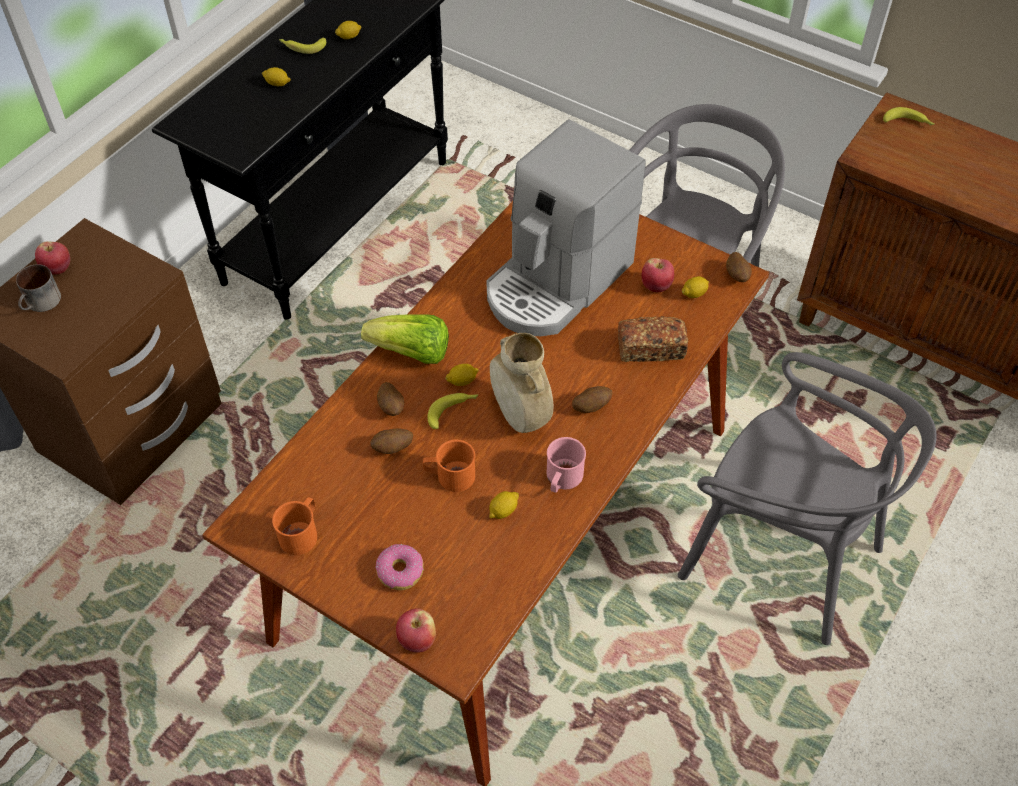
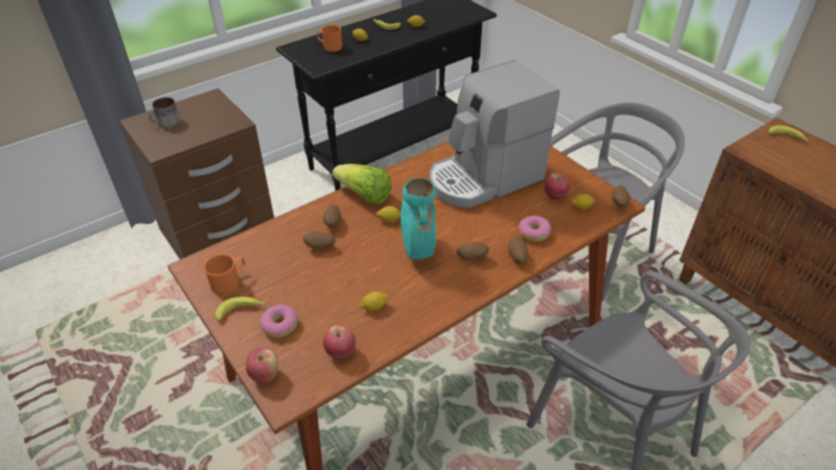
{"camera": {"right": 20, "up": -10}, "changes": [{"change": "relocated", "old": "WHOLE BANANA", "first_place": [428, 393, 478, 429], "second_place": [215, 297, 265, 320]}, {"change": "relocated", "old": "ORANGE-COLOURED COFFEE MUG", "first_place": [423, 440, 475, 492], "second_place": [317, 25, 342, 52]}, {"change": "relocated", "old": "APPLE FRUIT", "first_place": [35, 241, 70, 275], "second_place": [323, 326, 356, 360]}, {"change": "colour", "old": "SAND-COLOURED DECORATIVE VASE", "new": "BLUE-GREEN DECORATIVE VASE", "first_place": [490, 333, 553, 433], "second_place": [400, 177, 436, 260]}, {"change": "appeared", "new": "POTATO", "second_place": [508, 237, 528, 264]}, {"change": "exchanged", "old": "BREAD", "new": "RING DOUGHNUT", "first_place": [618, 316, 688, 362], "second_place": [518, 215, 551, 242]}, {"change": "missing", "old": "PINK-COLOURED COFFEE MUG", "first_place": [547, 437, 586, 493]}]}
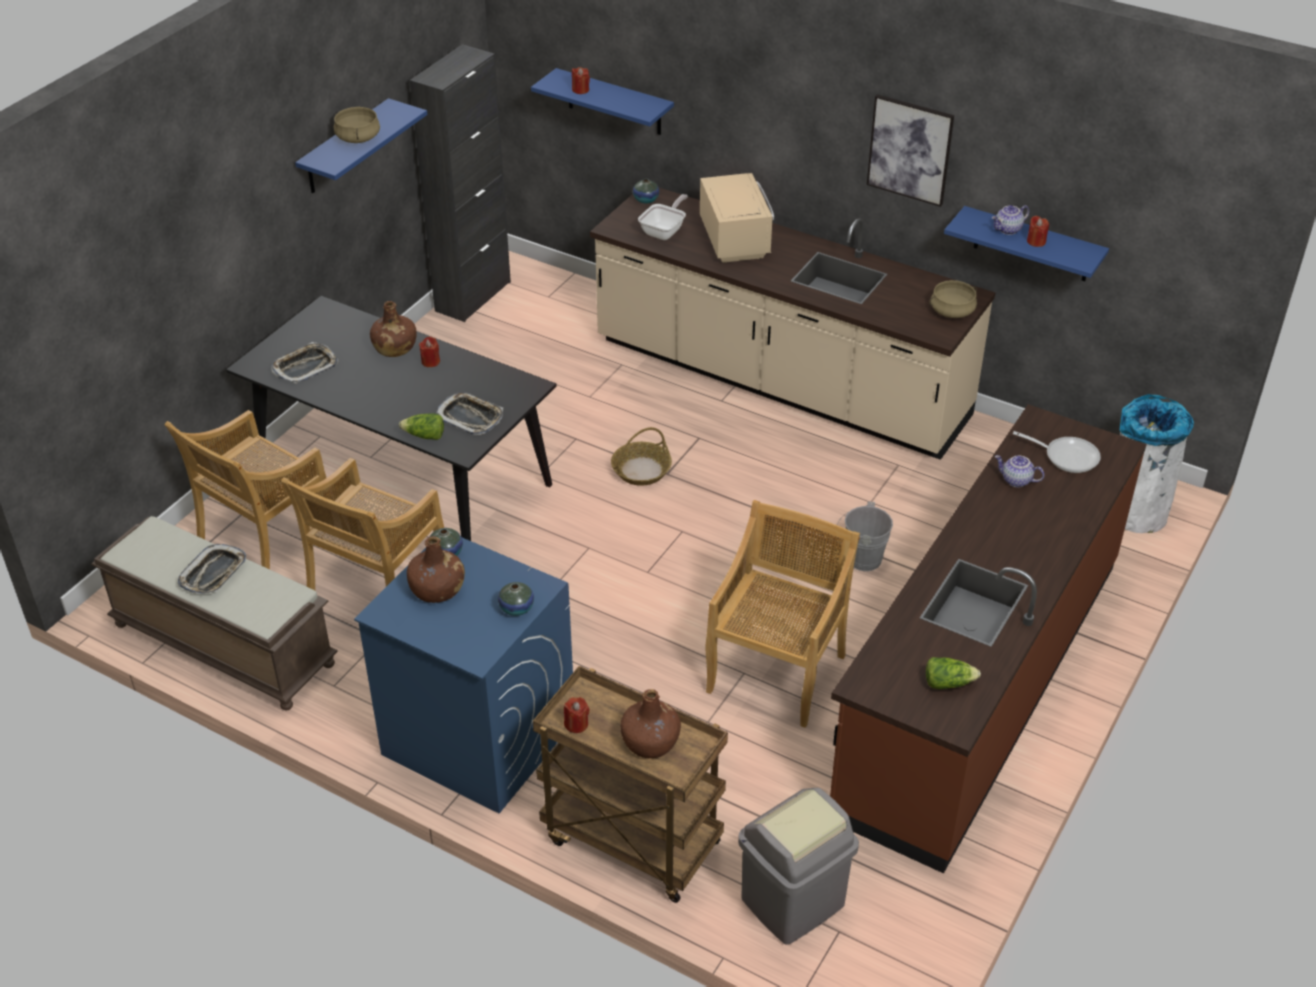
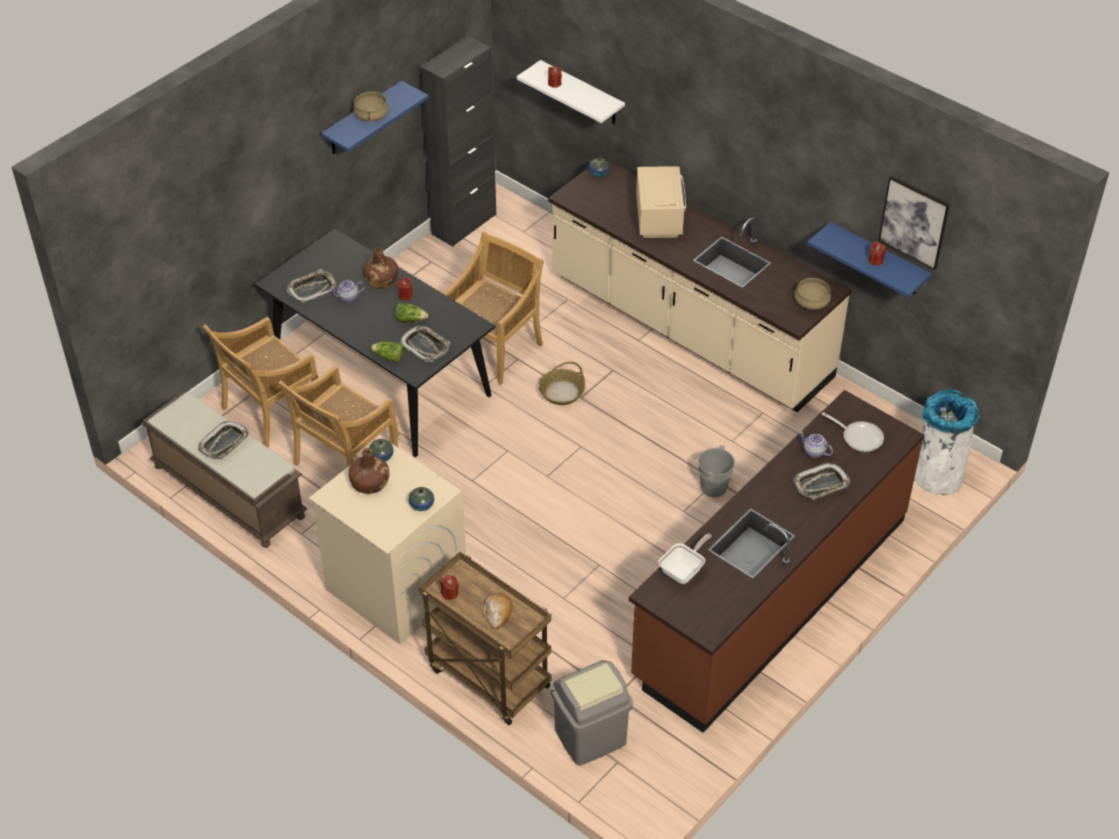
{"camera": {"right": 10, "up": 5}, "changes": [{"change": "colour", "old": "BLUE LAUNDRY MACHINE", "new": "SAND-COLOURED LAUNDRY MACHINE", "first_place": [354, 538, 573, 814], "second_place": [309, 439, 466, 644]}, {"change": "relocated", "old": "TEAPOT", "first_place": [992, 205, 1029, 235], "second_place": [330, 281, 365, 302]}, {"change": "relocated", "old": "LETTUCE HEAD", "first_place": [926, 657, 981, 689], "second_place": [395, 302, 428, 322]}, {"change": "relocated", "old": "SAND-COLOURED UPRIGHT CHAIR", "first_place": [706, 500, 860, 728], "second_place": [443, 231, 544, 385]}, {"change": "exchanged", "old": "BROWN DRINK BOTTLE", "new": "BREAD", "first_place": [620, 689, 681, 758], "second_place": [484, 593, 512, 629]}, {"change": "colour", "old": "BLUE SHELF", "new": "WHITISH SHELF", "first_place": [531, 68, 674, 135], "second_place": [517, 60, 625, 124]}, {"change": "relocated", "old": "SKILLET", "first_place": [638, 194, 688, 240], "second_place": [658, 533, 712, 584]}, {"change": "appeared", "new": "TRAY", "second_place": [793, 463, 850, 500]}, {"change": "relocated", "old": "WALL ART", "first_place": [867, 94, 954, 207], "second_place": [878, 176, 949, 270]}]}
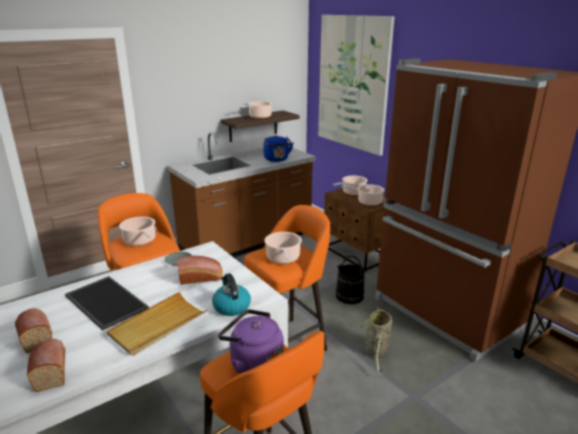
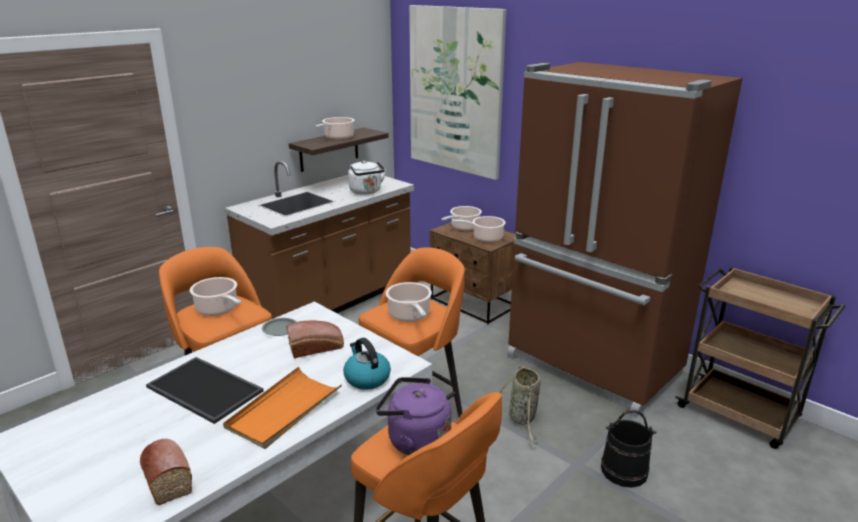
{"camera": {"right": -10, "up": 0}, "changes": [{"change": "colour", "old": "SAND-COLOURED TRAY", "new": "ORANGE-COLOURED TRAY", "first_place": [107, 292, 208, 356], "second_place": [223, 366, 342, 449]}, {"change": "colour", "old": "BLUE WATER KETTLE", "new": "WHITISH WATER KETTLE", "first_place": [263, 135, 293, 162], "second_place": [348, 161, 386, 195]}, {"change": "relocated", "old": "BLACK WATER BUCKET", "first_place": [336, 255, 366, 304], "second_place": [601, 410, 656, 488]}, {"change": "missing", "old": "BREAD", "first_place": [15, 308, 52, 353]}]}
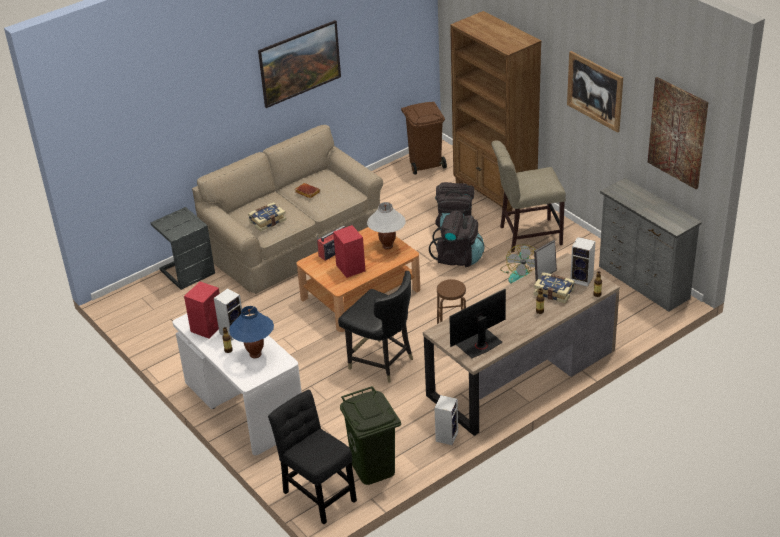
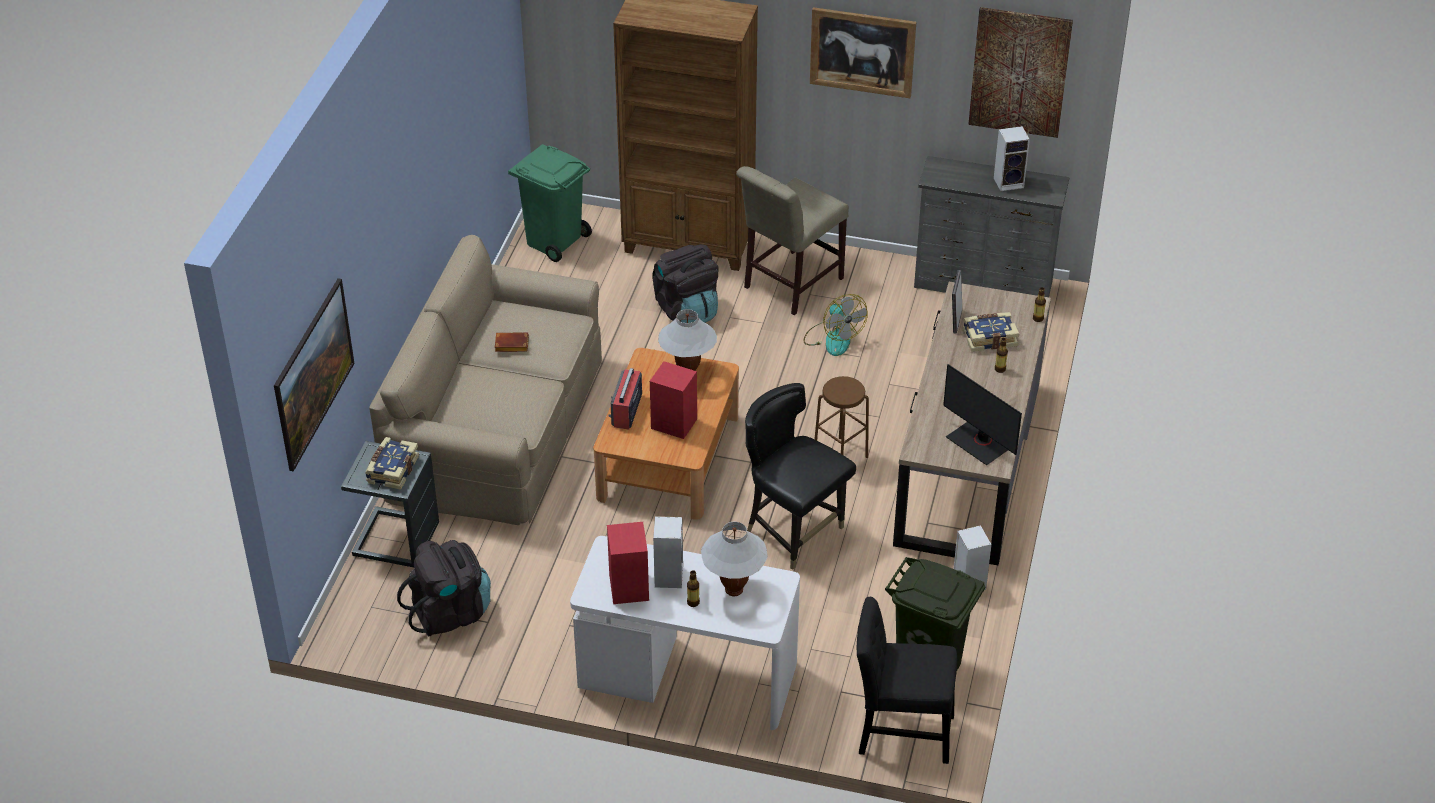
{"camera": {"right": -40, "up": 5}, "changes": [{"change": "relocated", "old": "WALL ART", "first_place": [258, 20, 341, 108], "second_place": [274, 278, 355, 472]}, {"change": "relocated", "old": "VOLUME", "first_place": [248, 202, 286, 231], "second_place": [365, 437, 419, 490]}, {"change": "relocated", "old": "BLACK BACKPACK", "first_place": [429, 210, 484, 267], "second_place": [397, 540, 491, 636]}, {"change": "colour", "old": "BROWN WASTE BIN", "new": "GREEN WASTE BIN", "first_place": [401, 102, 447, 175], "second_place": [508, 144, 592, 262]}, {"change": "colour", "old": "BLUE TABLE LAMP", "new": "WHITISH TABLE LAMP", "first_place": [229, 306, 274, 358], "second_place": [701, 522, 768, 596]}, {"change": "spun", "old": "BLACK UPRIGHT CHAIR", "first_place": [338, 271, 413, 383], "second_place": [745, 383, 856, 570], "degrees": -135}, {"change": "spun", "old": "COMPUTER DISPLAY", "first_place": [449, 289, 506, 358], "second_place": [943, 364, 1022, 465], "degrees": -60}, {"change": "relocated", "old": "LOUDSPEAKER", "first_place": [570, 237, 596, 287], "second_place": [994, 126, 1030, 191]}]}
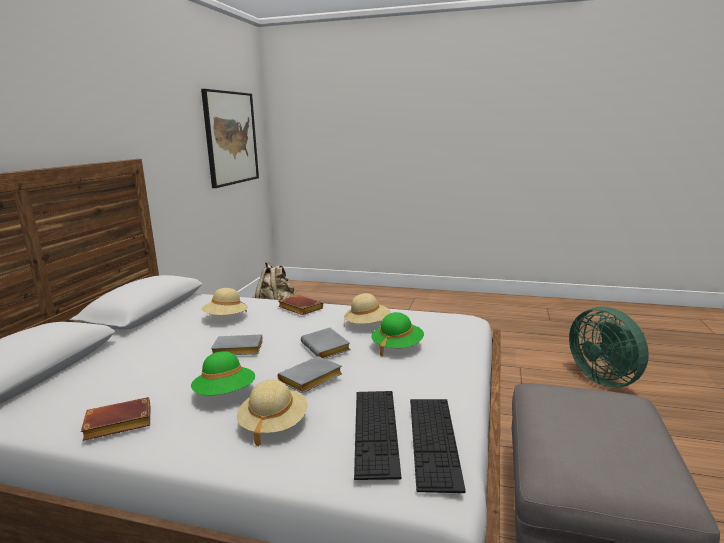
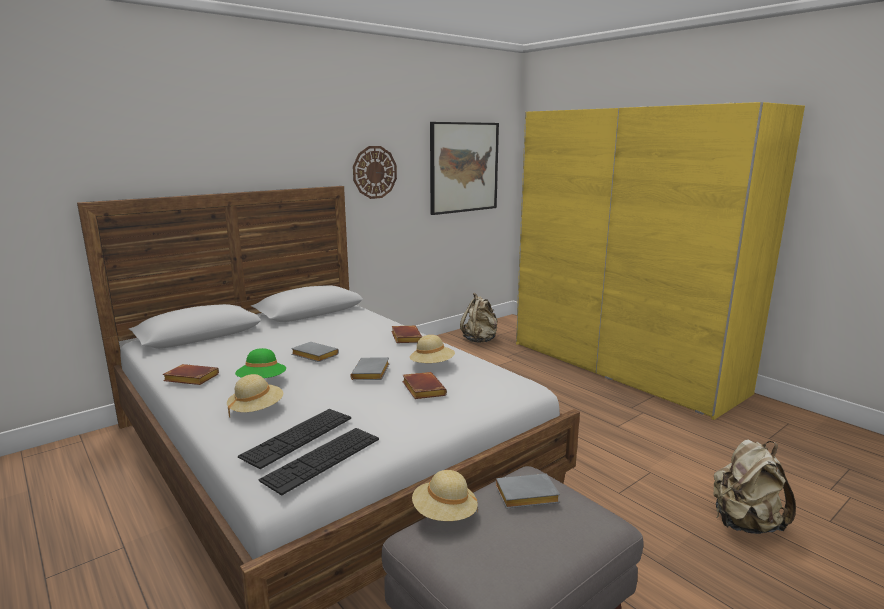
{"camera": {"right": 35, "up": 0}, "changes": [{"change": "appeared", "new": "CLOCK ON THE WALL", "second_place": [353, 146, 397, 199]}, {"change": "exchanged", "old": "GREEN CLOTHING HAT", "new": "BROWN VOLUME", "first_place": [371, 312, 424, 356], "second_place": [402, 372, 447, 399]}, {"change": "relocated", "old": "SAND-COLOURED CLOTHING HAT", "first_place": [201, 288, 248, 315], "second_place": [412, 470, 478, 521]}, {"change": "relocated", "old": "GRAY VOLUME", "first_place": [278, 356, 343, 393], "second_place": [496, 473, 560, 509]}, {"change": "appeared", "new": "YELLOW-COLOURED WARDROBE", "second_place": [516, 102, 805, 420]}, {"change": "exchanged", "old": "GREEN FAN", "new": "SAND-COLOURED BACKPACK", "first_place": [569, 307, 649, 387], "second_place": [713, 439, 796, 534]}]}
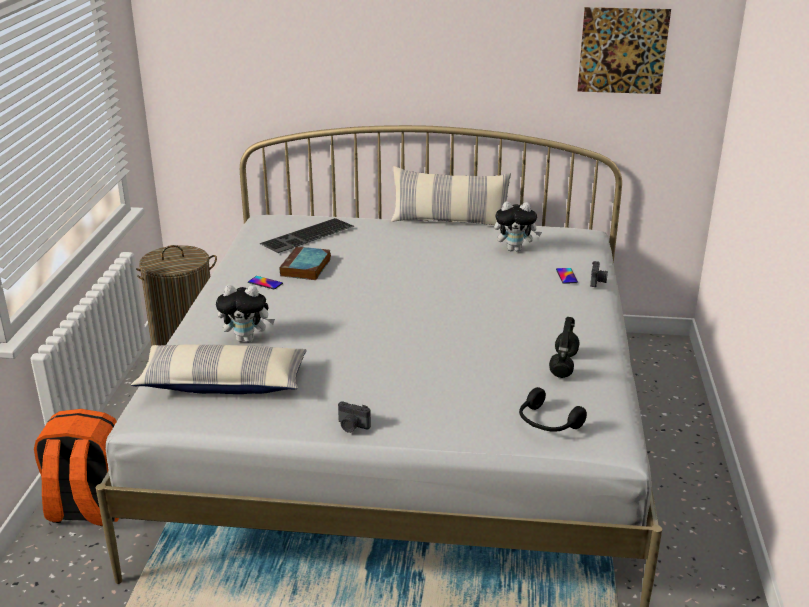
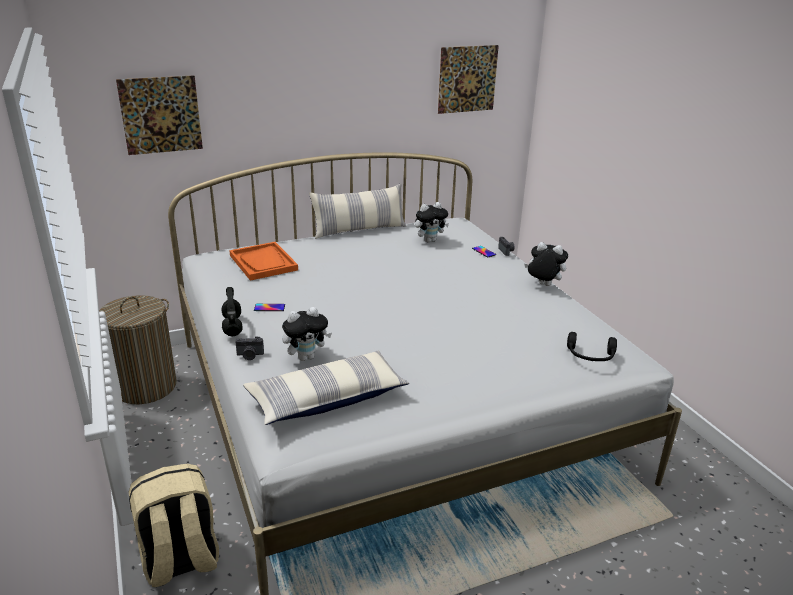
{"camera": {"right": -30, "up": 0}, "changes": [{"change": "appeared", "new": "WALL ART", "second_place": [116, 75, 203, 155]}, {"change": "colour", "old": "ORANGE-COLOURED BACKPACK", "new": "SAND-COLOURED BACKPACK", "first_place": [34, 409, 119, 526], "second_place": [128, 464, 219, 587]}, {"change": "relocated", "old": "BLACK HEADSET", "first_place": [549, 317, 579, 378], "second_place": [221, 287, 243, 336]}, {"change": "exchanged", "old": "COMPUTER KEYBOARD", "new": "ORANGE-COLOURED TRAY", "first_place": [260, 218, 354, 253], "second_place": [229, 242, 298, 281]}, {"change": "relocated", "old": "STILL CAMERA", "first_place": [338, 401, 371, 433], "second_place": [235, 337, 264, 360]}, {"change": "appeared", "new": "PLUSH TOY", "second_place": [525, 242, 568, 286]}, {"change": "missing", "old": "VOLUME", "first_place": [279, 246, 331, 280]}]}
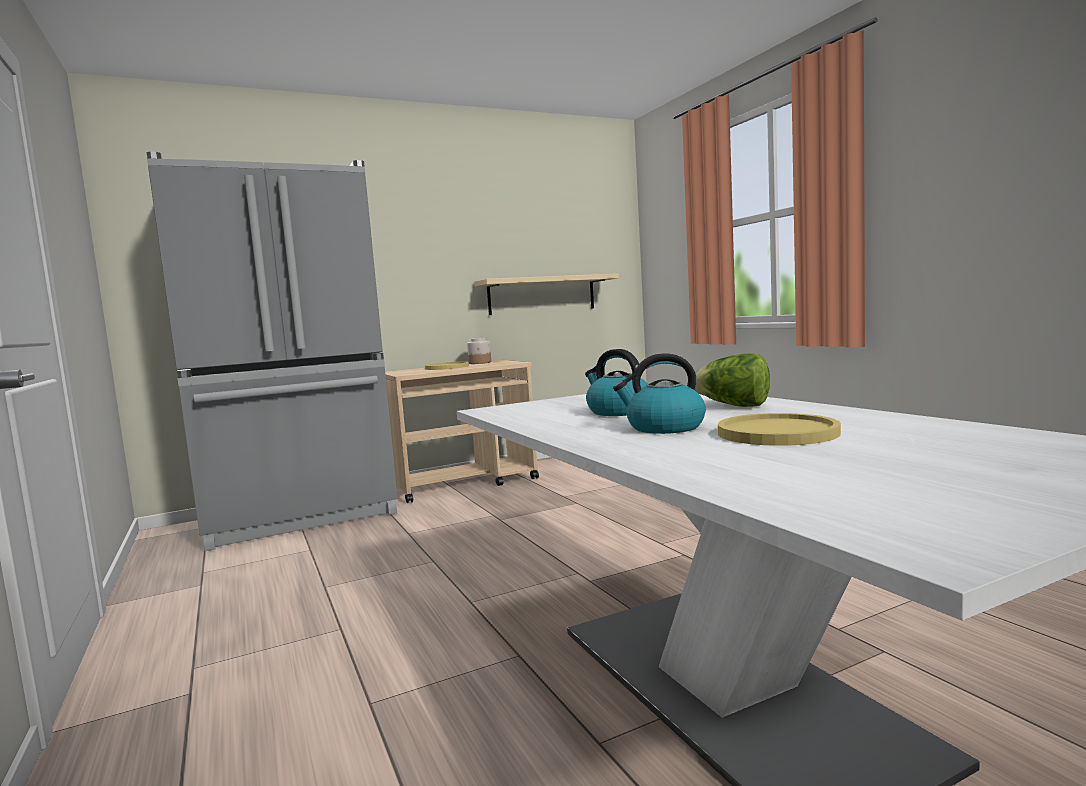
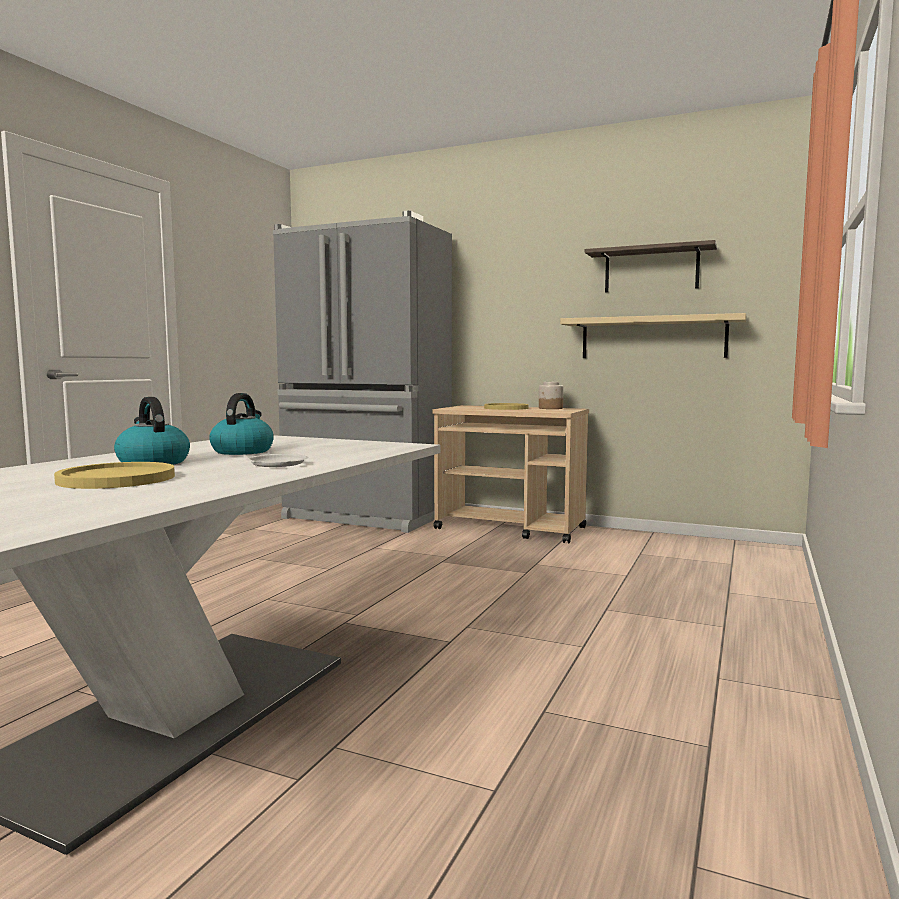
{"camera": {"right": 50, "up": 0}, "changes": [{"change": "exchanged", "old": "LETTUCE HEAD", "new": "WHITISH FLAT DISH", "first_place": [695, 353, 770, 407], "second_place": [246, 454, 309, 467]}, {"change": "appeared", "new": "SHELF", "second_place": [585, 240, 717, 292]}]}
